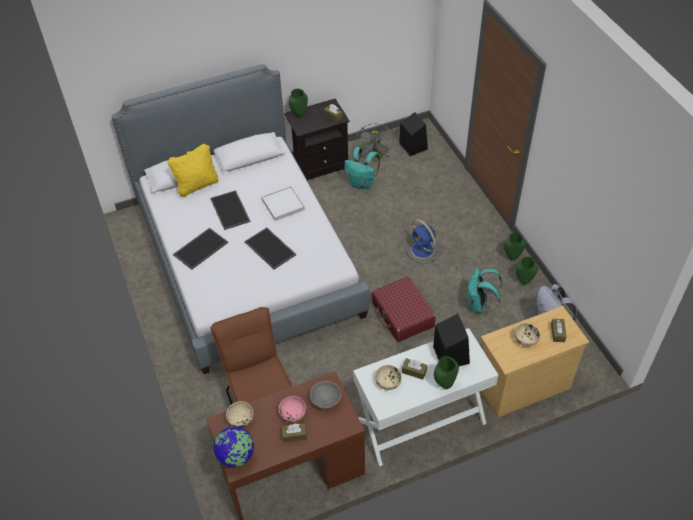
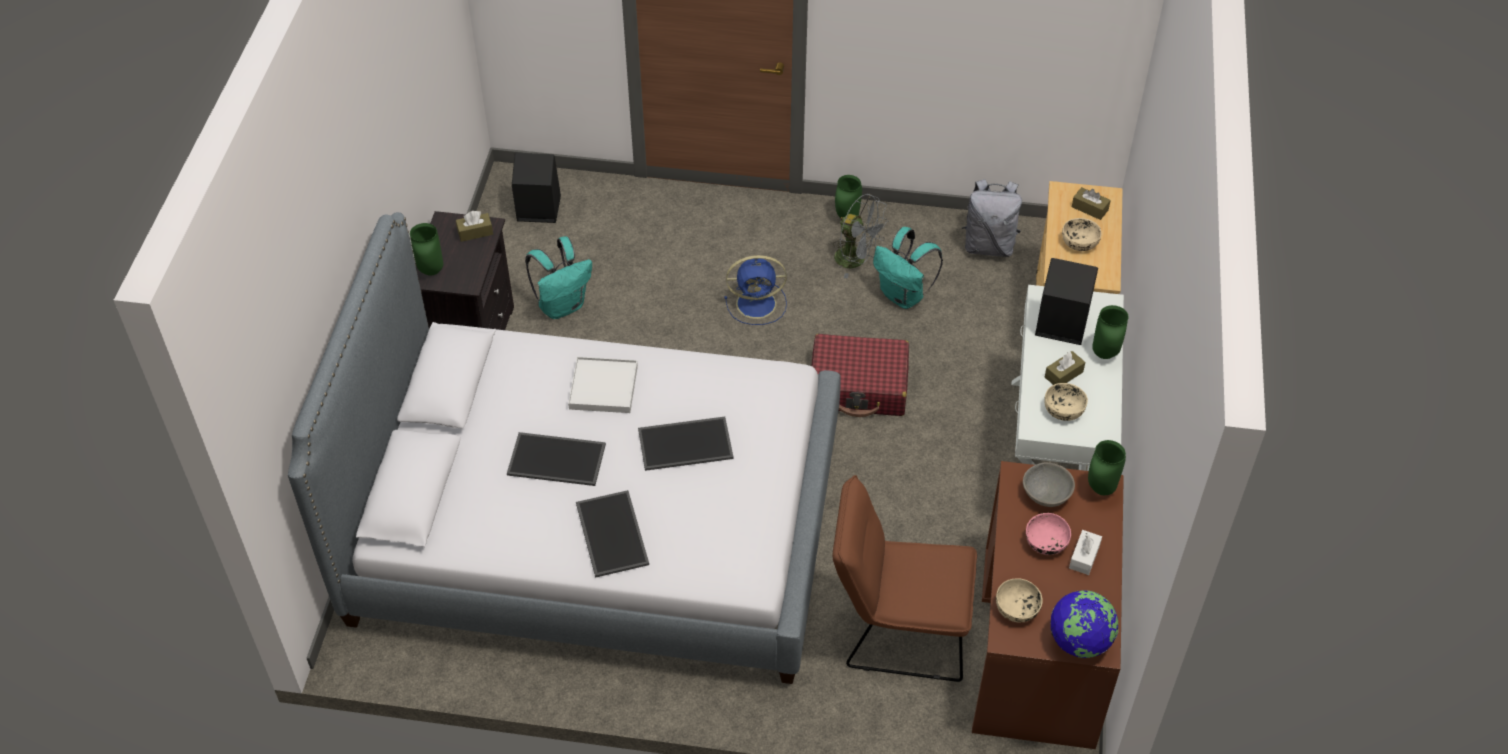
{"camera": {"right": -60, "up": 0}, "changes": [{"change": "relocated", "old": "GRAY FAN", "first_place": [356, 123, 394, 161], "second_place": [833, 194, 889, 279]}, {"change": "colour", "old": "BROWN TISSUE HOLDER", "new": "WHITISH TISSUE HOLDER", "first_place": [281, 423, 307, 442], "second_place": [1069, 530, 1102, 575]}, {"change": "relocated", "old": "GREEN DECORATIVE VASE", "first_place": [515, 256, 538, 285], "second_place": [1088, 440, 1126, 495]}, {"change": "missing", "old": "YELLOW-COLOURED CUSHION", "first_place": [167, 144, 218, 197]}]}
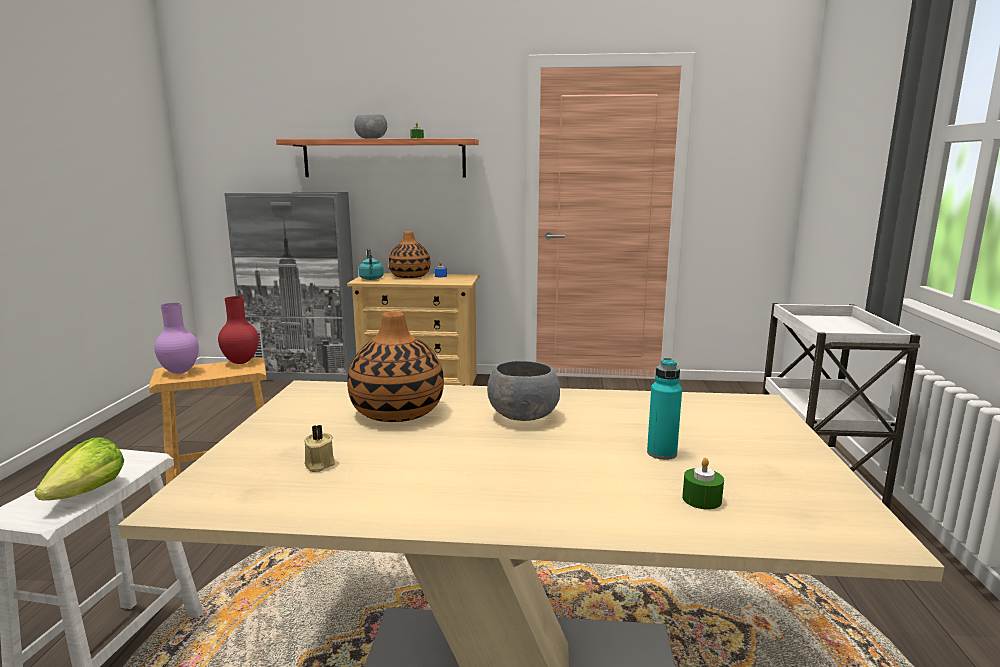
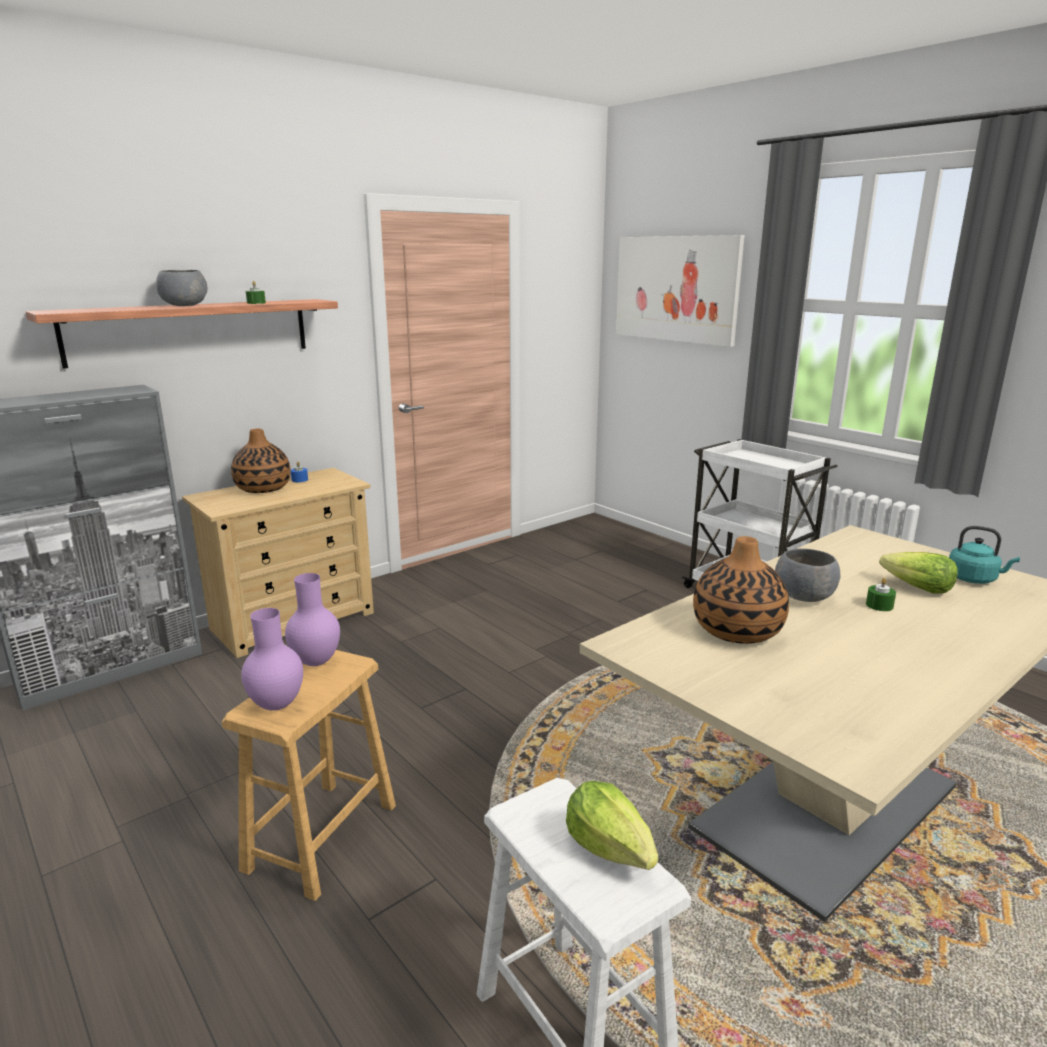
{"camera": {"right": -45, "up": 5}, "changes": [{"change": "colour", "old": "RED-COLOURED DECORATIVE VASE", "new": "PURPLE DECORATIVE VASE", "first_place": [218, 296, 259, 364], "second_place": [285, 573, 340, 666]}, {"change": "appeared", "new": "WALL ART", "second_place": [616, 235, 745, 347]}, {"change": "relocated", "old": "GREEN WAX CANDLE", "first_place": [682, 458, 724, 510], "second_place": [866, 578, 896, 611]}, {"change": "exchanged", "old": "BLUE-GREEN DRINK BOTTLE", "new": "LETTUCE HEAD", "first_place": [647, 358, 682, 460], "second_place": [879, 552, 958, 594]}, {"change": "relocated", "old": "BLUE-GREEN WATER KETTLE", "first_place": [359, 248, 384, 280], "second_place": [949, 526, 1020, 584]}, {"change": "missing", "old": "SAND-COLOURED WAX CANDLE", "first_place": [304, 424, 335, 472]}]}
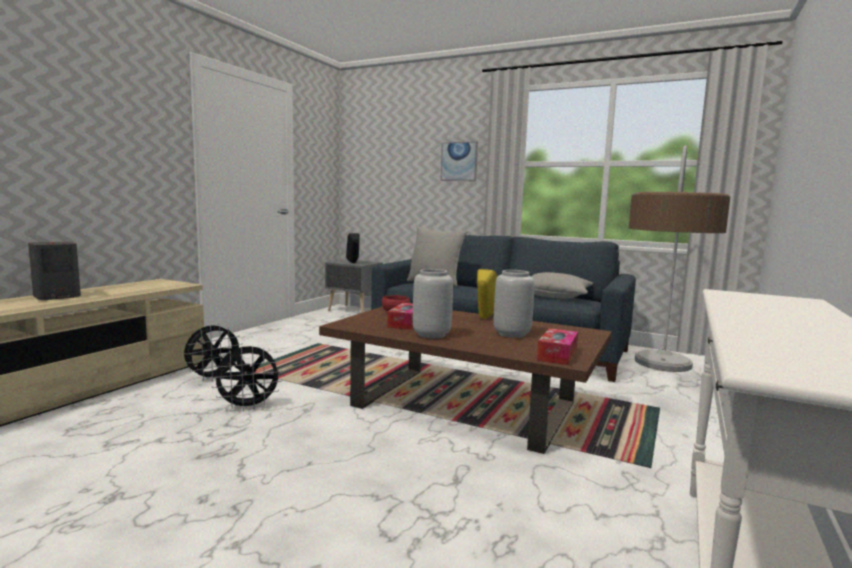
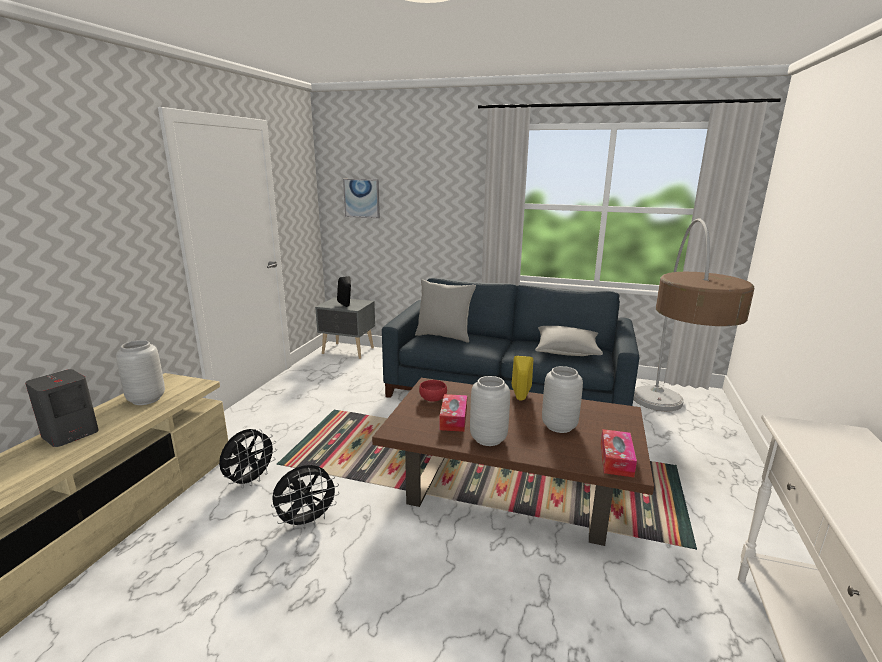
{"camera": {"right": -10, "up": 10}, "changes": [{"change": "appeared", "new": "GRAY DECORATIVE VASE", "second_place": [116, 340, 165, 405]}, {"change": "relocated", "old": "WALL ART", "first_place": [440, 141, 478, 181], "second_place": [343, 179, 380, 218]}]}
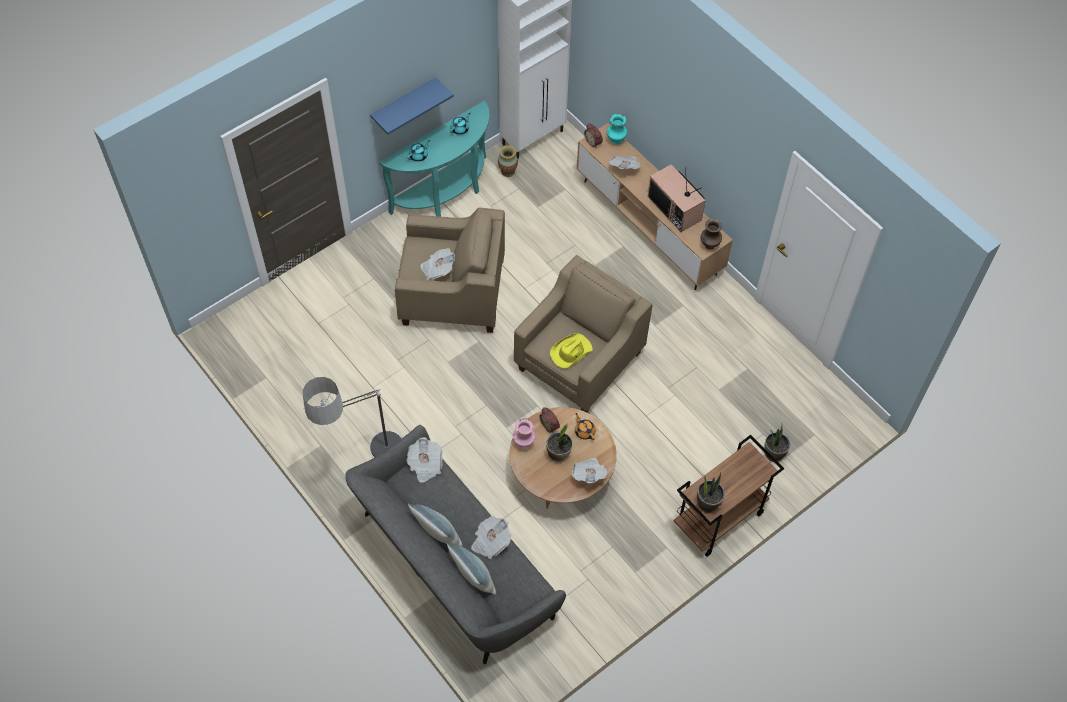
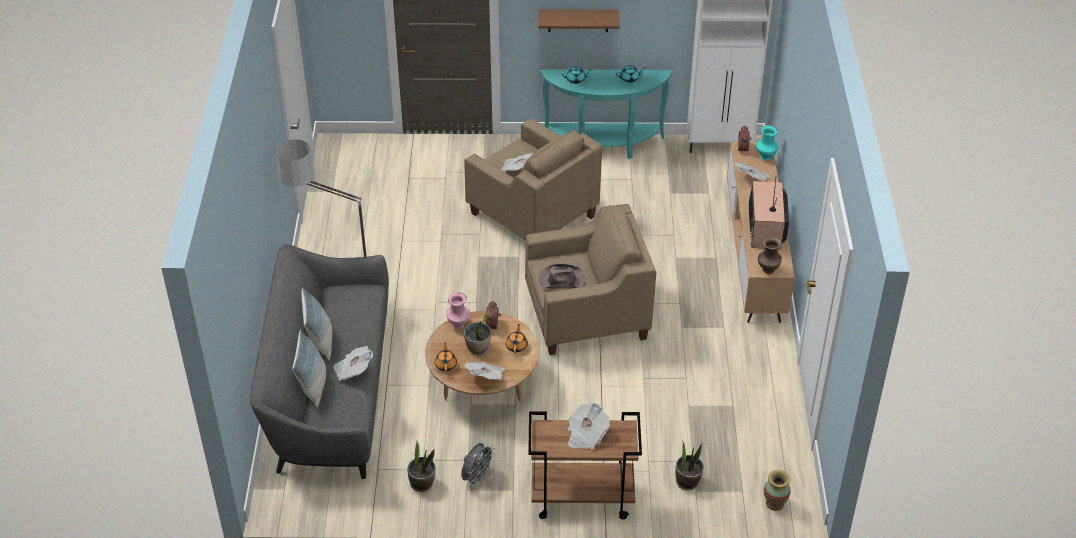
{"camera": {"right": 40, "up": -15}, "changes": [{"change": "relocated", "old": "HOUSEPLANT", "first_place": [697, 472, 725, 513], "second_place": [407, 441, 436, 492]}, {"change": "appeared", "new": "ORANGE-COLOURED TEAPOT", "second_place": [435, 342, 457, 372]}, {"change": "appeared", "new": "GRAY FAN", "second_place": [461, 443, 495, 487]}, {"change": "colour", "old": "BLUE SHELF", "new": "BROWN SHELF", "first_place": [370, 77, 454, 135], "second_place": [538, 9, 620, 32]}, {"change": "colour", "old": "YELLOW-COLOURED CLOTHING HAT", "new": "BROWN CLOTHING HAT", "first_place": [550, 333, 593, 368], "second_place": [539, 264, 585, 289]}, {"change": "relocated", "old": "PRINTED PAPER", "first_place": [406, 437, 443, 483], "second_place": [568, 403, 610, 449]}, {"change": "relocated", "old": "DECORATIVE VASE", "first_place": [498, 146, 518, 177], "second_place": [764, 470, 791, 511]}]}
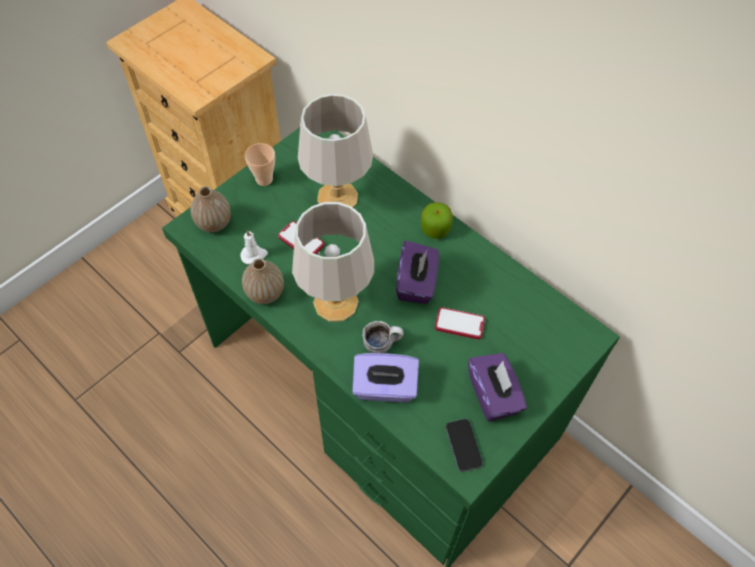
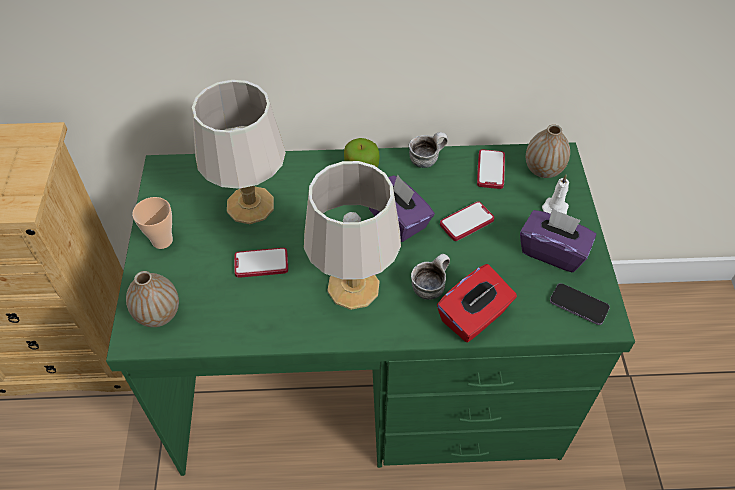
{"camera": {"right": -45, "up": -5}, "changes": [{"change": "appeared", "new": "COFFEE MUG", "second_place": [409, 132, 448, 168]}, {"change": "colour", "old": "PURPLE TISSUE HOLDER", "new": "RED-COLOURED TISSUE HOLDER", "first_place": [352, 353, 419, 402], "second_place": [437, 264, 517, 342]}, {"change": "appeared", "new": "HANDSET", "second_place": [477, 149, 505, 189]}, {"change": "relocated", "old": "DECORATIVE VASE", "first_place": [242, 258, 284, 304], "second_place": [526, 124, 570, 178]}, {"change": "relocated", "old": "WHITISH WAX CANDLE", "first_place": [240, 229, 268, 264], "second_place": [542, 175, 569, 215]}]}
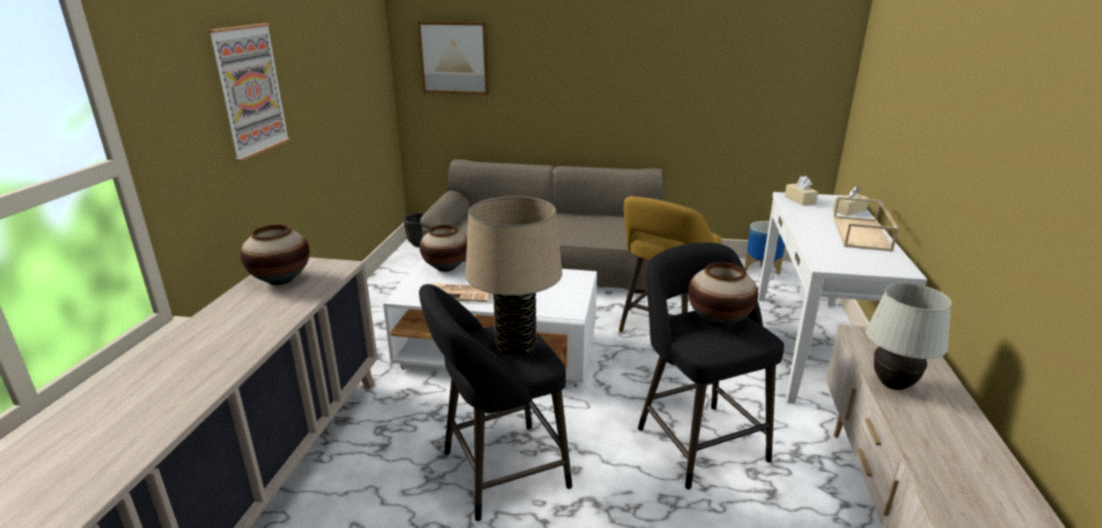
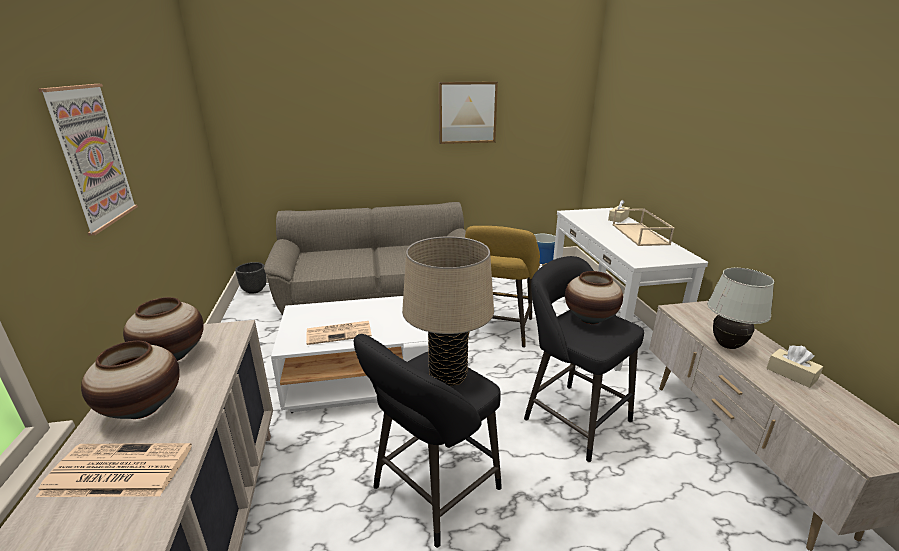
{"camera": {"right": -20, "up": 0}, "changes": [{"change": "appeared", "new": "PRINTED PAPER", "second_place": [36, 443, 192, 497]}, {"change": "relocated", "old": "DECORATIVE VASE", "first_place": [420, 225, 467, 272], "second_place": [81, 341, 180, 419]}, {"change": "relocated", "old": "WALL ART", "first_place": [417, 21, 489, 95], "second_place": [439, 82, 498, 144]}, {"change": "relocated", "old": "SAND-COLOURED TISSUE HOLDER", "first_place": [785, 176, 818, 206], "second_place": [766, 345, 823, 388]}]}
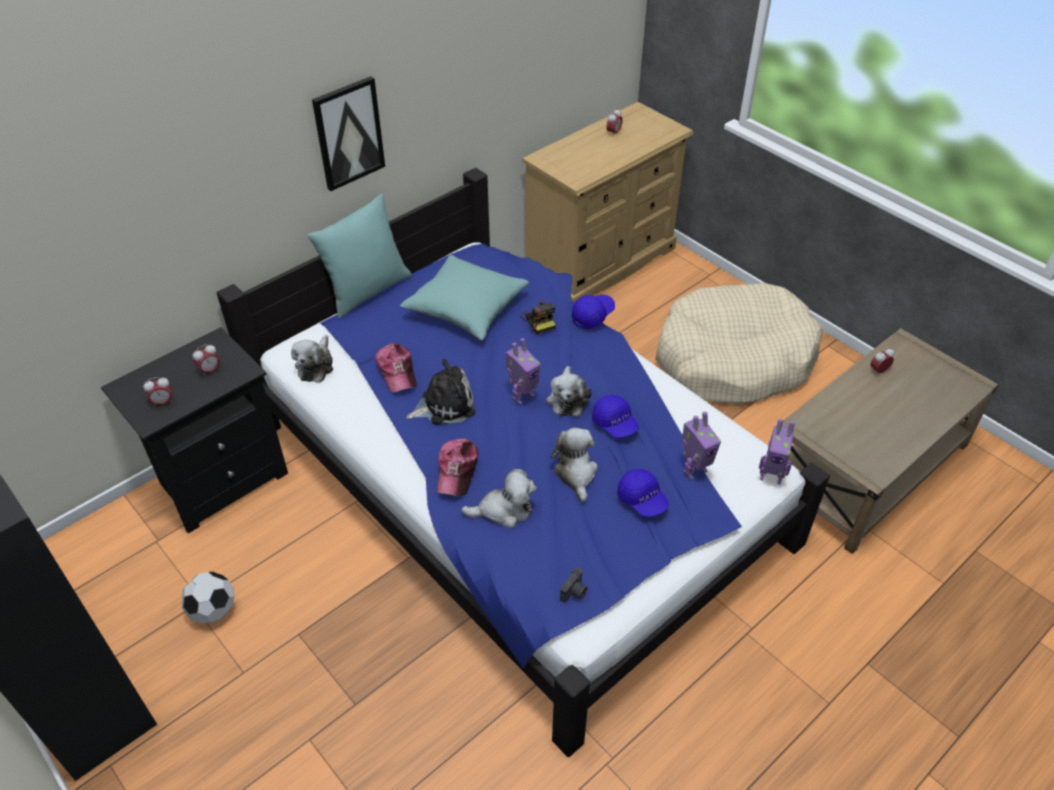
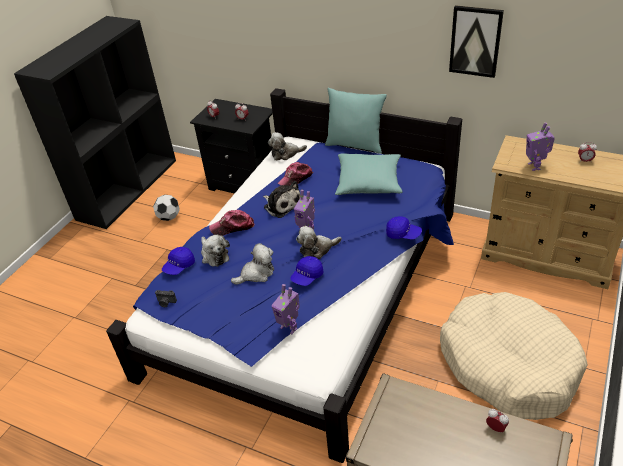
{"camera": {"right": 70, "up": -5}, "changes": [{"change": "relocated", "old": "BLUE PEAKED CAP", "first_place": [617, 469, 669, 517], "second_place": [162, 247, 195, 275]}, {"change": "relocated", "old": "WALL ART", "first_place": [312, 76, 385, 191], "second_place": [449, 5, 504, 78]}, {"change": "relocated", "old": "MODEL ROBOT", "first_place": [759, 419, 795, 485], "second_place": [526, 122, 555, 171]}, {"change": "missing", "old": "STILL CAMERA", "first_place": [520, 301, 556, 334]}]}
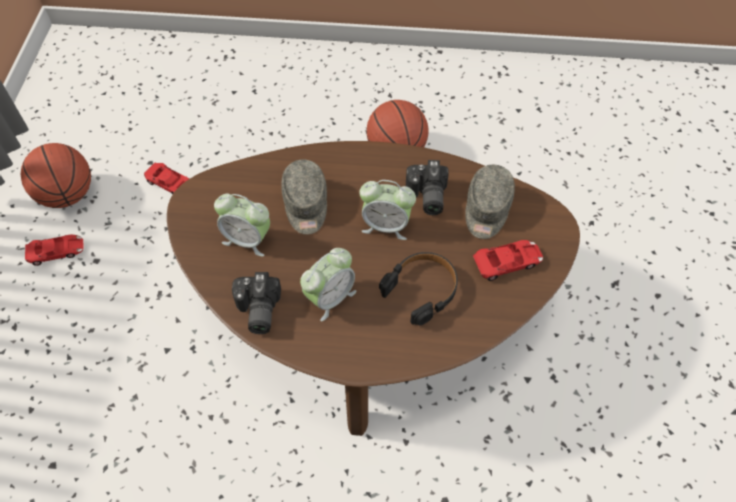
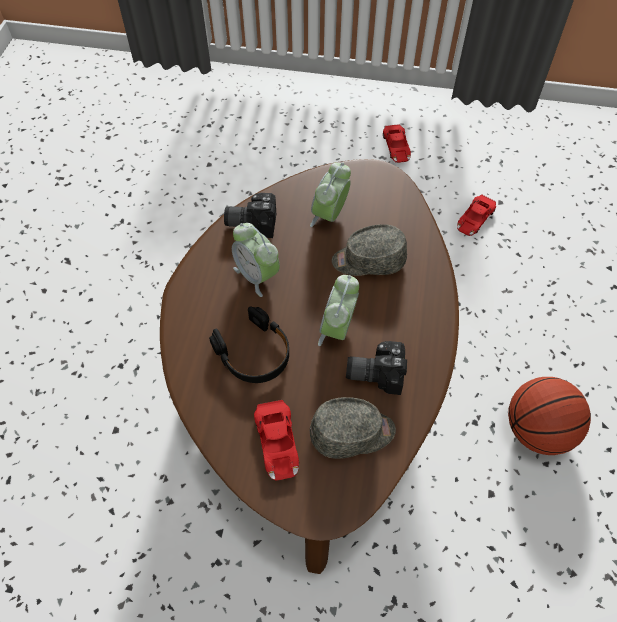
{"camera": {"right": 95, "up": 0}, "changes": [{"change": "spun", "old": "GRAY PEAKED CAP", "first_place": [465, 164, 515, 239], "second_place": [310, 397, 396, 459], "degrees": 150}, {"change": "missing", "old": "BALL FOR BASKETBALL", "first_place": [21, 143, 91, 208]}]}
